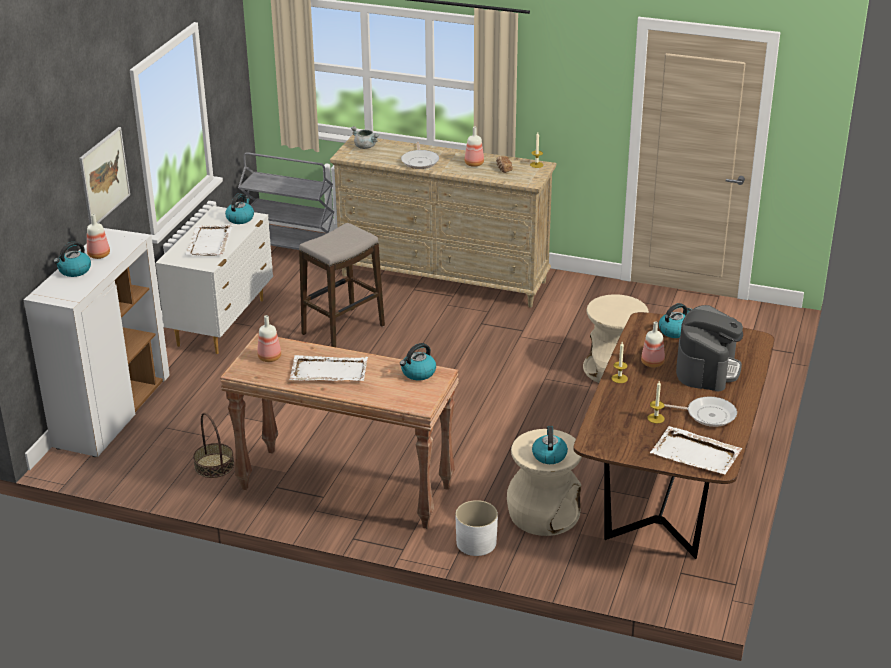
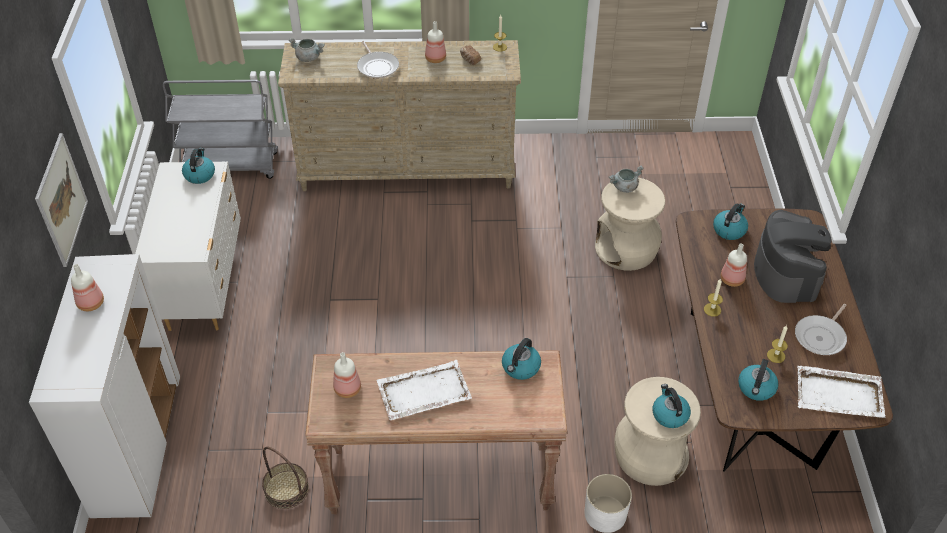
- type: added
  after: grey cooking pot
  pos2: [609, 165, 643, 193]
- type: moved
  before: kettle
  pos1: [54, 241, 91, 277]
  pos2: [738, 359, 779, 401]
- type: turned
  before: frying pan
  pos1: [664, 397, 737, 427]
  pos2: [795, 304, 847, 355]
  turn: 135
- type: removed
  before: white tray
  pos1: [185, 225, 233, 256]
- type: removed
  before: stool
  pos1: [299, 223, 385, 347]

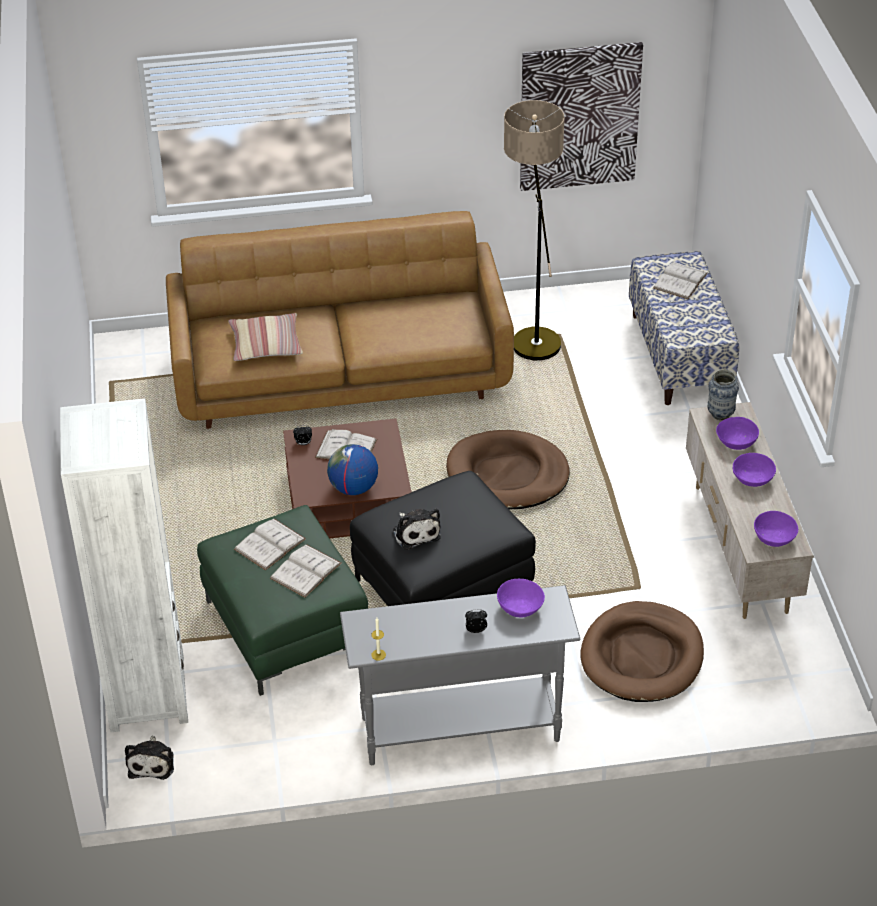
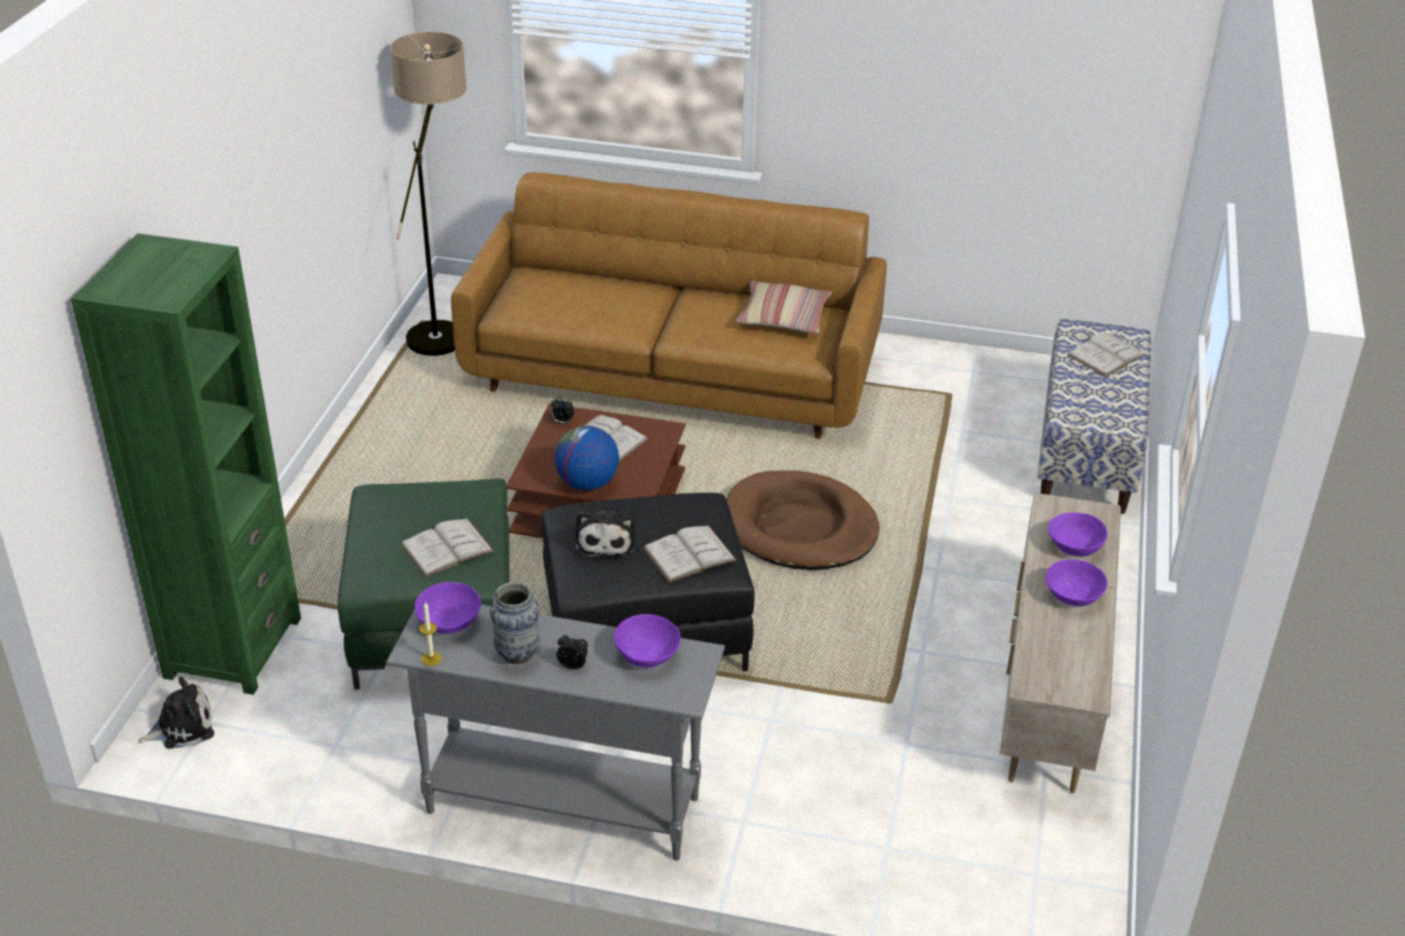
- type: recoloured
  before: white bookcase
  after: green bookcase
  pos1: [60, 398, 188, 732]
  pos2: [71, 233, 301, 695]
- type: turned
  before: plush toy
  pos1: [125, 736, 174, 780]
  pos2: [138, 677, 214, 749]
  turn: -135
- type: moved
  before: floor lamp
  pos1: [504, 100, 565, 360]
  pos2: [390, 32, 467, 356]
- type: moved
  before: purple bowl
  pos1: [754, 511, 798, 547]
  pos2: [415, 582, 481, 634]
- type: moved
  before: vase
  pos1: [707, 369, 739, 420]
  pos2: [490, 582, 539, 664]
- type: moved
  before: white book
  pos1: [234, 519, 306, 570]
  pos2: [643, 526, 737, 583]
- type: moved
  before: pillow
  pos1: [228, 313, 303, 361]
  pos2: [736, 281, 832, 333]
- type: removed
  before: picture
  pos1: [520, 42, 643, 191]
- type: removed
  before: brown dog bed
  pos1: [580, 601, 704, 702]

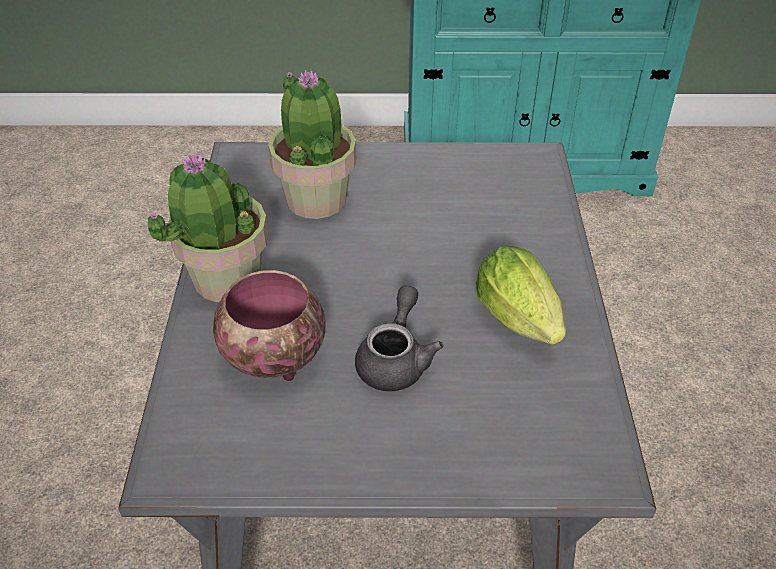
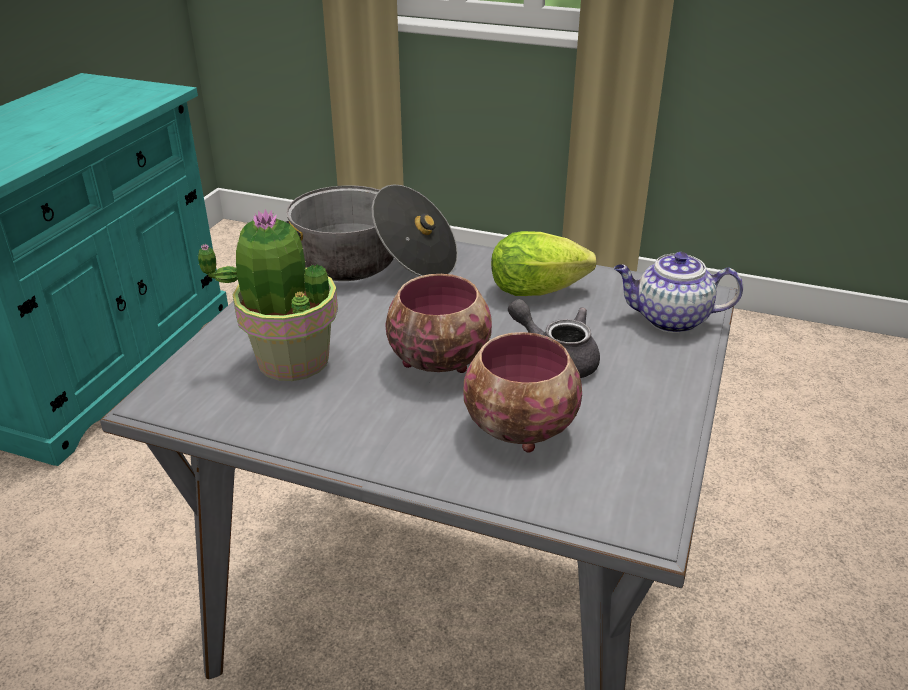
- type: added
  after: cooking pot
  pos2: [285, 184, 458, 281]
- type: added
  after: bowl
  pos2: [385, 274, 492, 373]
- type: added
  after: teapot
  pos2: [614, 252, 743, 333]
- type: removed
  before: potted plant
  pos1: [147, 153, 268, 302]

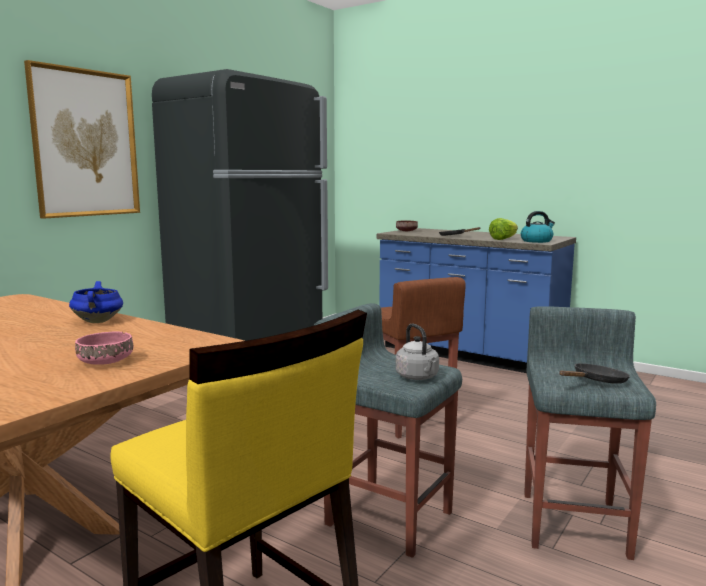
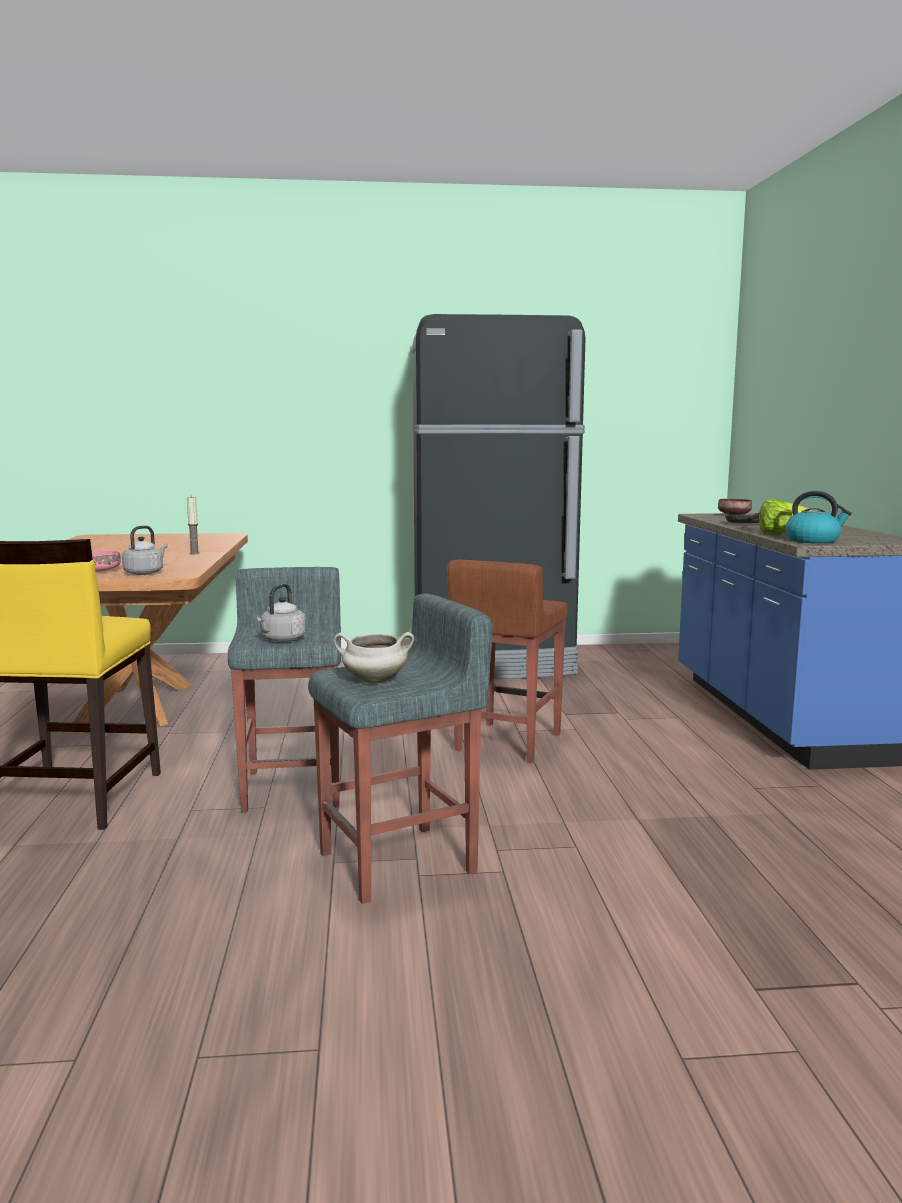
- type: added
  after: grey kettle
  pos2: [122, 526, 168, 575]
- type: replaced
  before: blue cooking pot
  after: candle
  pos1: [69, 281, 123, 323]
  pos2: [187, 495, 200, 554]
- type: replaced
  before: black frying pan
  after: white cooking pot
  pos1: [559, 363, 630, 384]
  pos2: [334, 632, 414, 684]
- type: removed
  before: picture
  pos1: [24, 60, 140, 219]

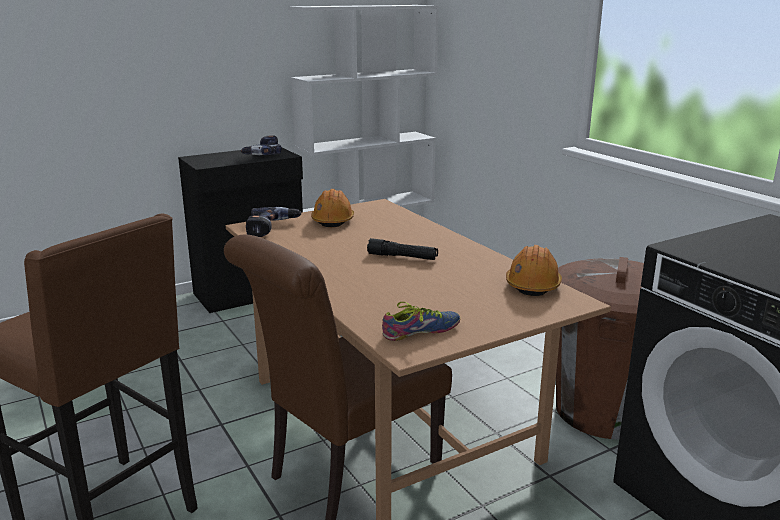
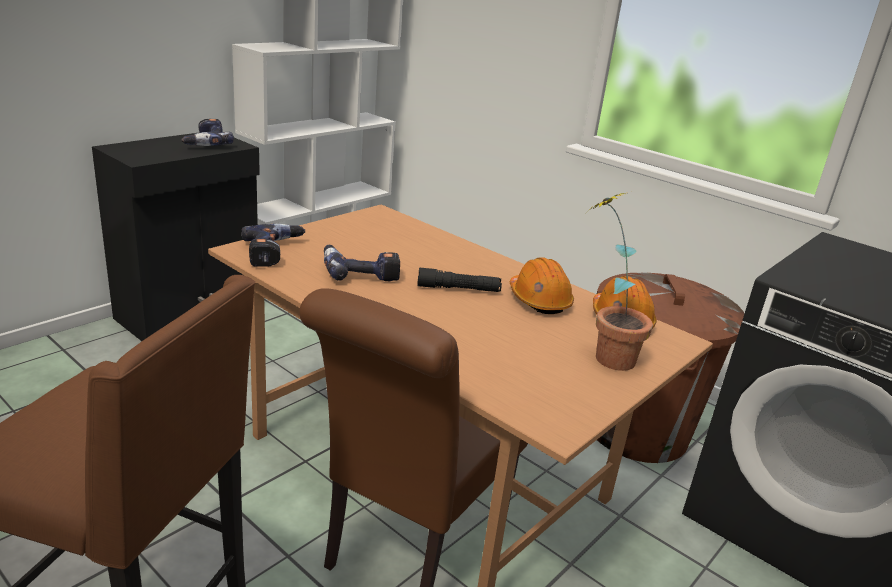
- type: added
  after: power drill
  pos2: [324, 245, 400, 281]
- type: moved
  before: orange hard hat
  pos1: [311, 189, 354, 227]
  pos2: [510, 257, 574, 314]
- type: added
  after: potted plant
  pos2: [588, 193, 653, 371]
- type: removed
  before: shoe
  pos1: [382, 302, 460, 341]

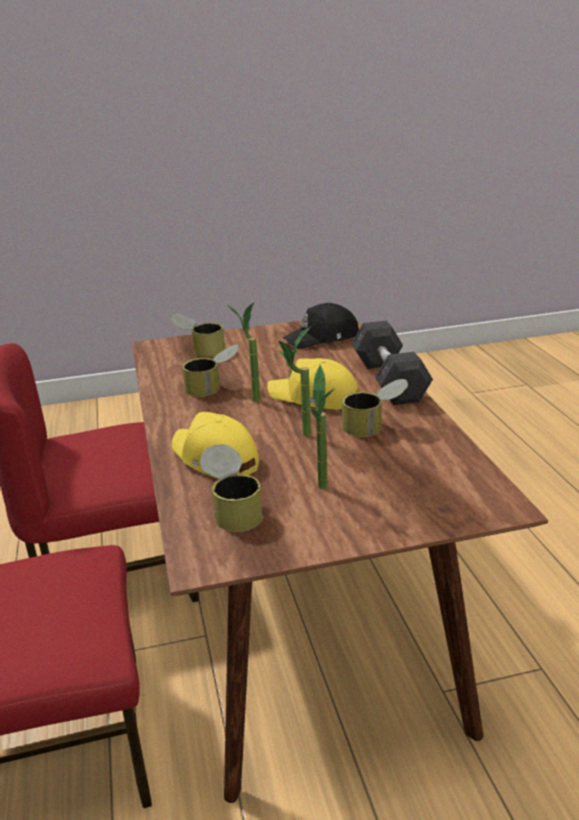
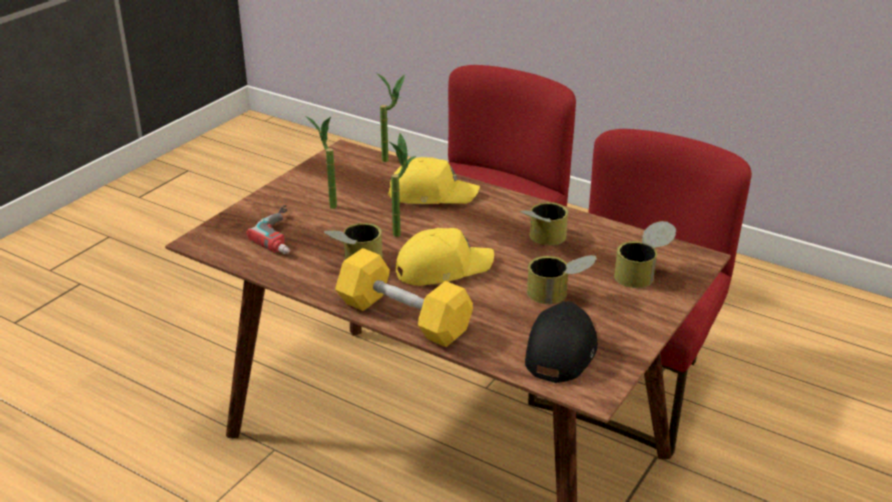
- type: added
  after: power drill
  pos2: [247, 205, 290, 254]
- type: recoloured
  before: grey dumbbell
  after: yellow dumbbell
  pos1: [351, 321, 433, 405]
  pos2: [335, 248, 473, 347]
- type: moved
  before: potted plant
  pos1: [226, 302, 260, 402]
  pos2: [377, 73, 405, 162]
- type: moved
  before: can
  pos1: [200, 444, 263, 532]
  pos2: [527, 255, 597, 304]

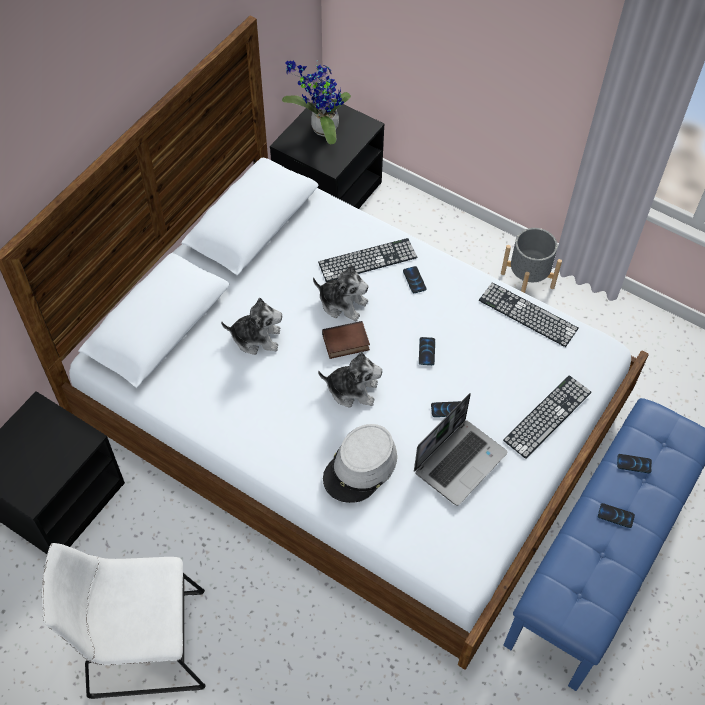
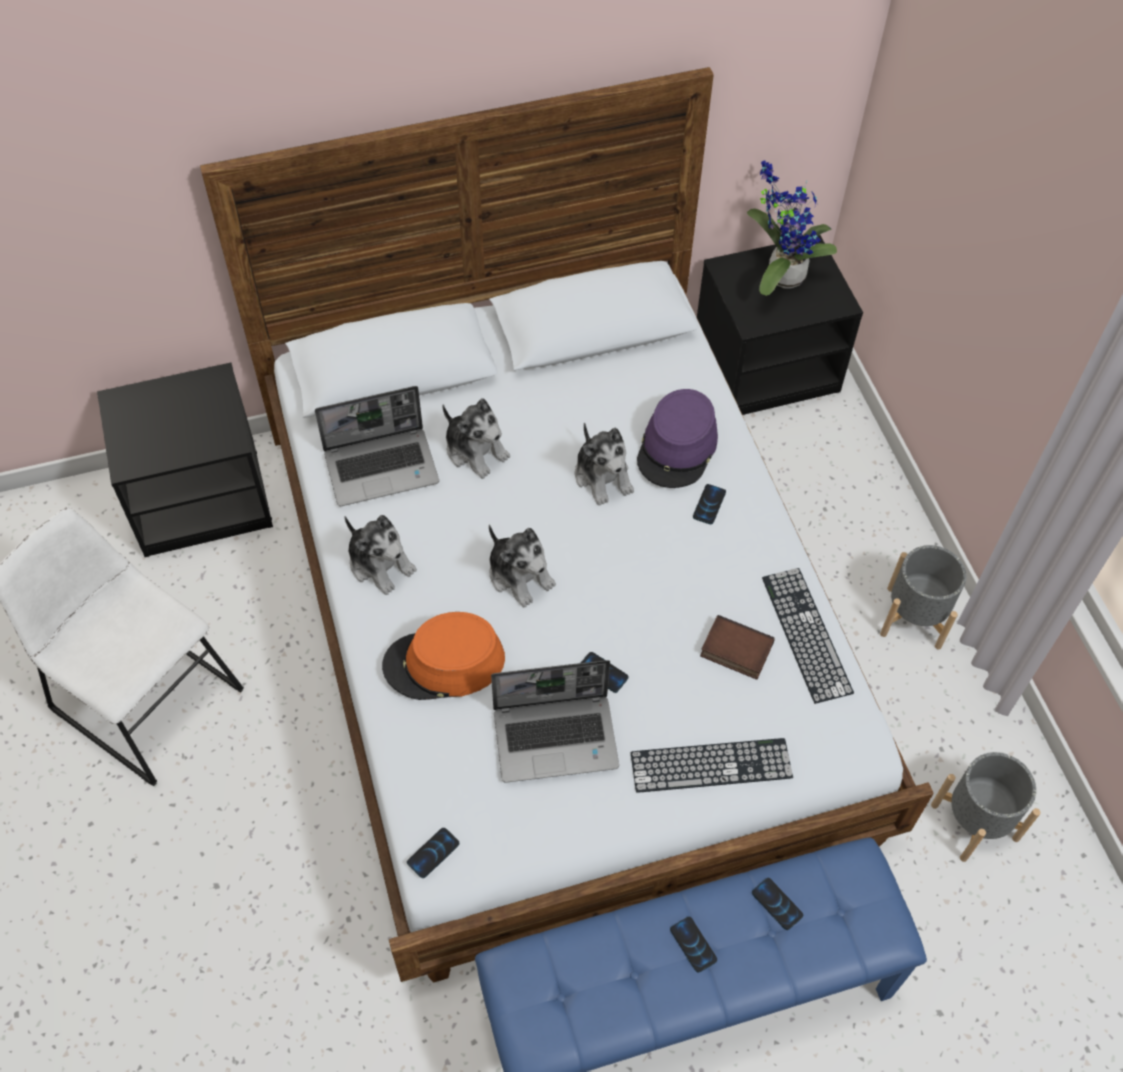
- type: added
  after: laptop
  pos2: [315, 386, 439, 506]
- type: added
  after: plush toy
  pos2: [345, 515, 417, 595]
- type: recoloured
  before: grey hat
  after: orange hat
  pos1: [323, 424, 397, 503]
  pos2: [382, 612, 505, 700]
- type: moved
  before: phone
  pos1: [419, 337, 435, 365]
  pos2: [407, 828, 459, 878]
- type: replaced
  before: keyboard
  after: purple hat
  pos1: [318, 238, 417, 282]
  pos2: [637, 389, 718, 488]
- type: moved
  before: book
  pos1: [322, 321, 370, 359]
  pos2: [700, 615, 775, 680]
- type: added
  after: grey planter
  pos2: [931, 752, 1041, 862]

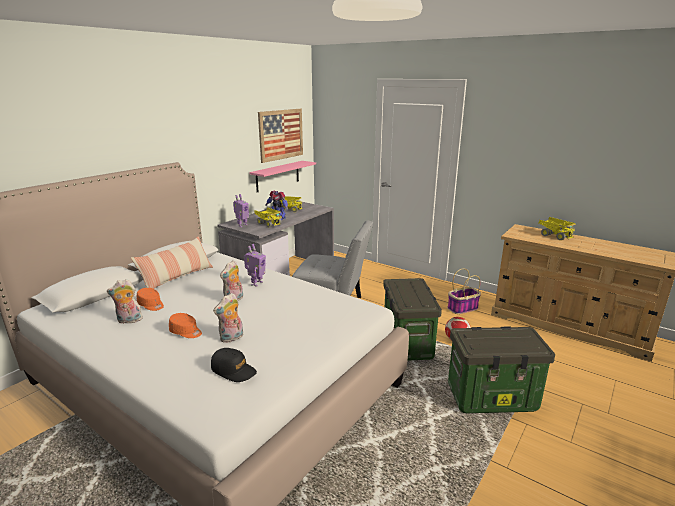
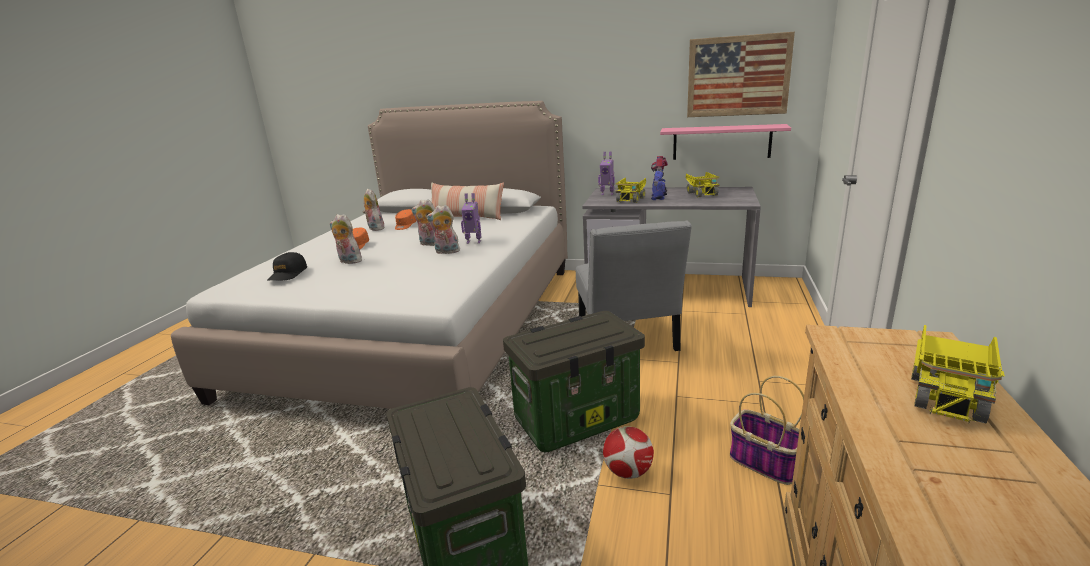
- type: added
  after: plush toy
  pos2: [426, 205, 460, 254]

